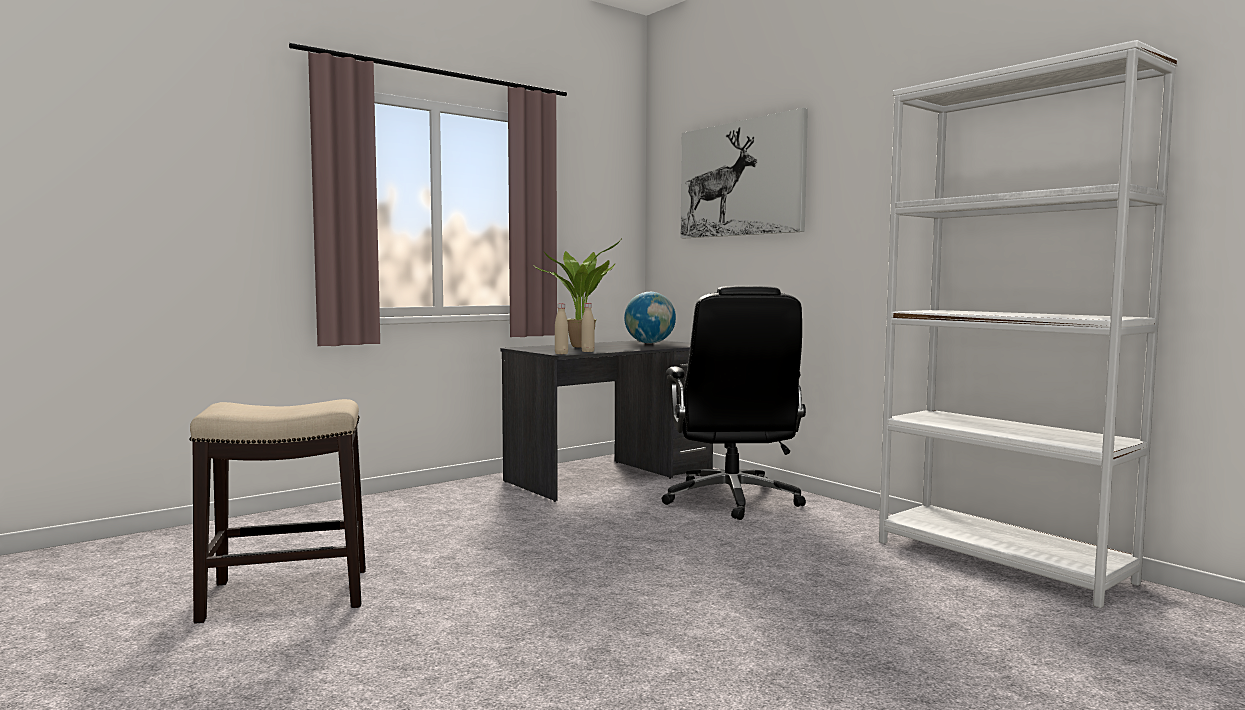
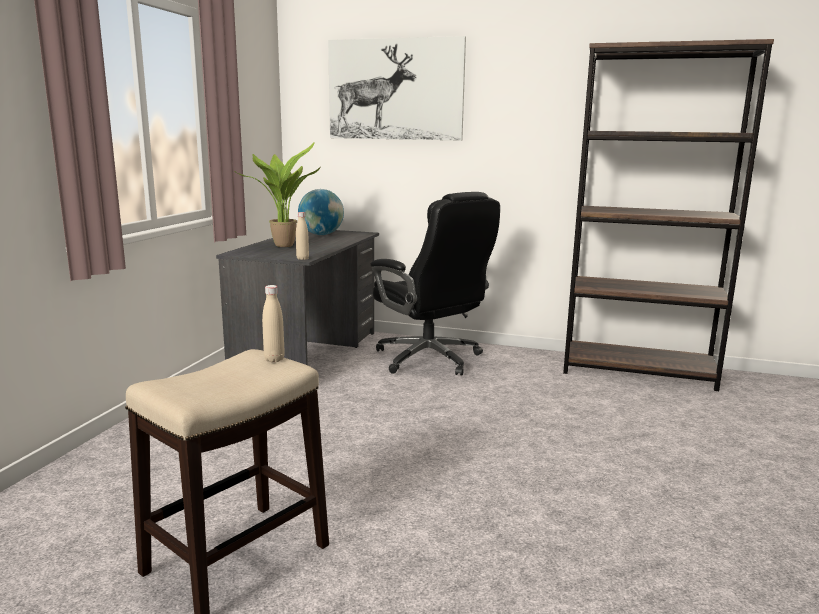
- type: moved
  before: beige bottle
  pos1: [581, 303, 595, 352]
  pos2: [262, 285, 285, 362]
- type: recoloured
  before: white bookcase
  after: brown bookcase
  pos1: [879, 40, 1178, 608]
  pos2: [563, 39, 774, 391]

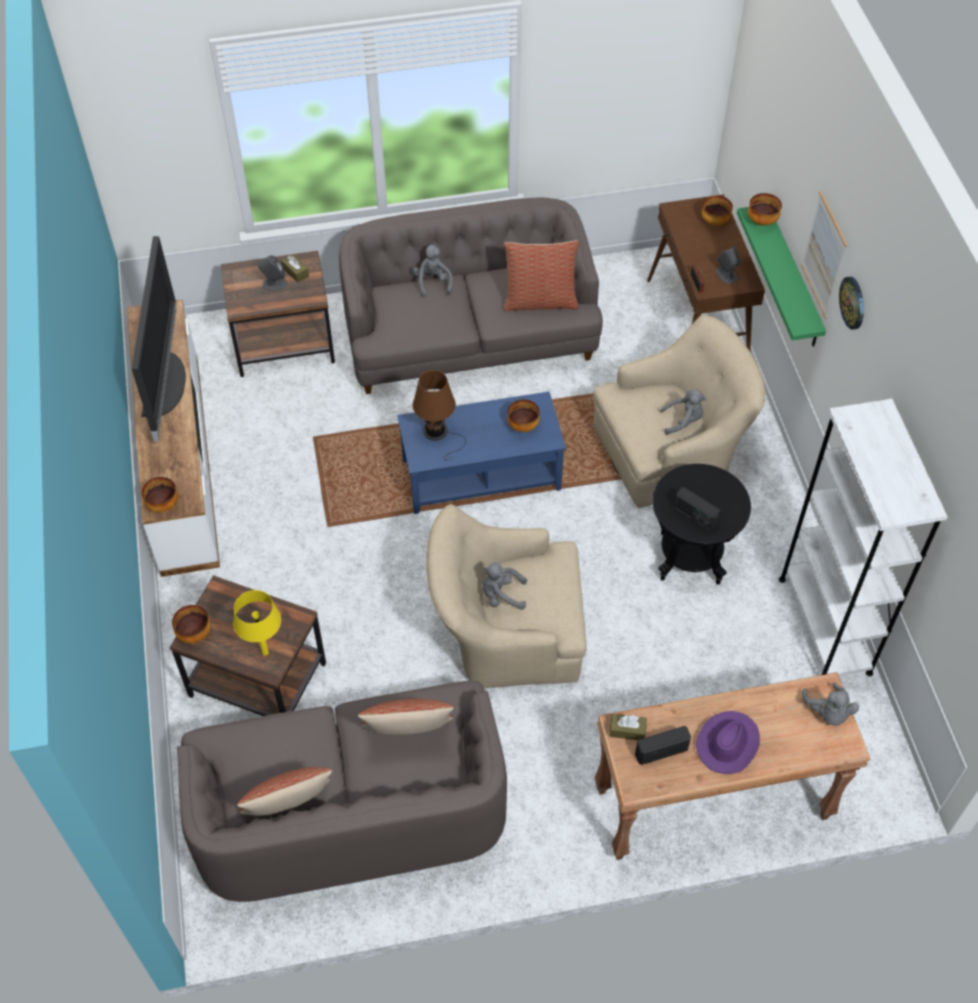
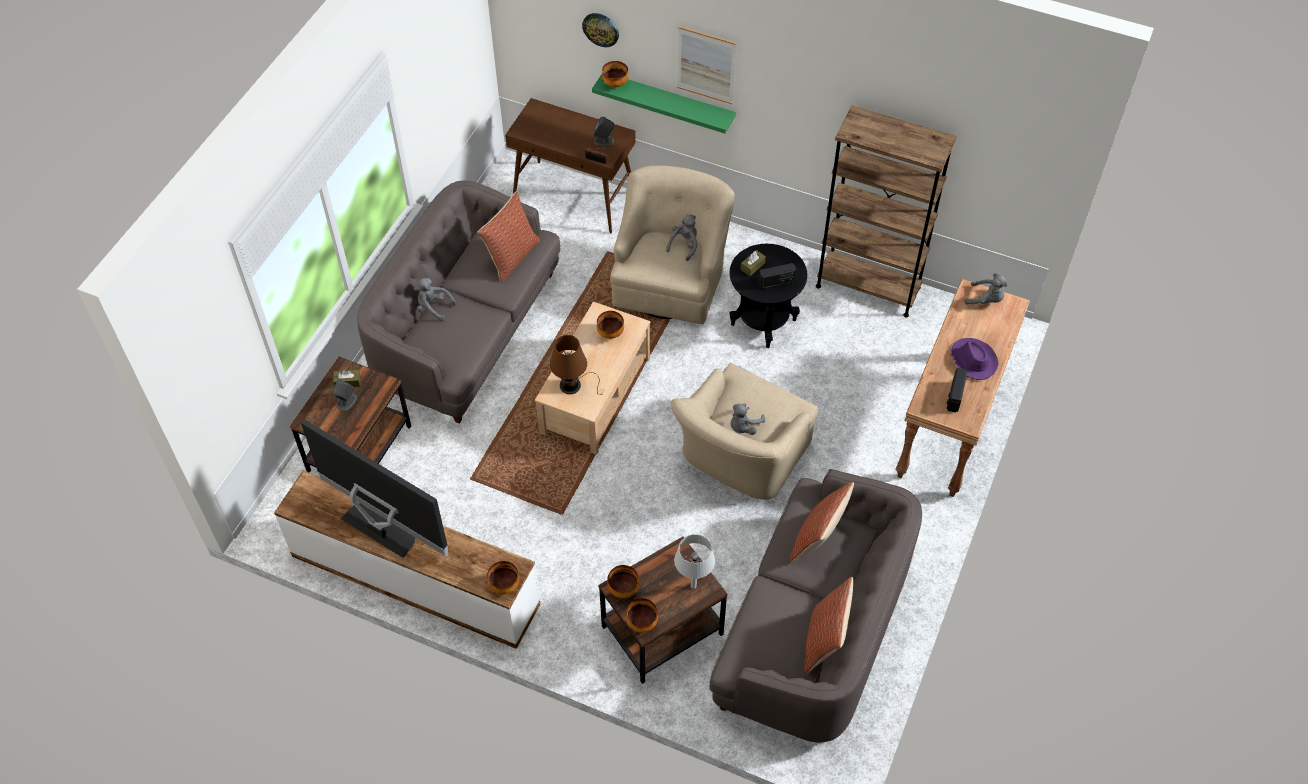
- type: recoloured
  before: blue coffee table
  after: beige coffee table
  pos1: [397, 392, 566, 514]
  pos2: [535, 302, 651, 455]
- type: moved
  before: wall clock
  pos1: [839, 277, 864, 330]
  pos2: [582, 13, 619, 47]
- type: moved
  before: bowl
  pos1: [702, 196, 733, 226]
  pos2: [607, 565, 639, 598]
- type: recoloured
  before: yellow table lamp
  after: grey table lamp
  pos1: [233, 590, 281, 656]
  pos2: [674, 534, 715, 589]
- type: moved
  before: brown tissue box
  pos1: [610, 714, 647, 740]
  pos2: [740, 250, 766, 276]
- type: recoloured
  before: white bookcase
  after: brown bookcase
  pos1: [779, 398, 948, 676]
  pos2: [816, 105, 957, 317]

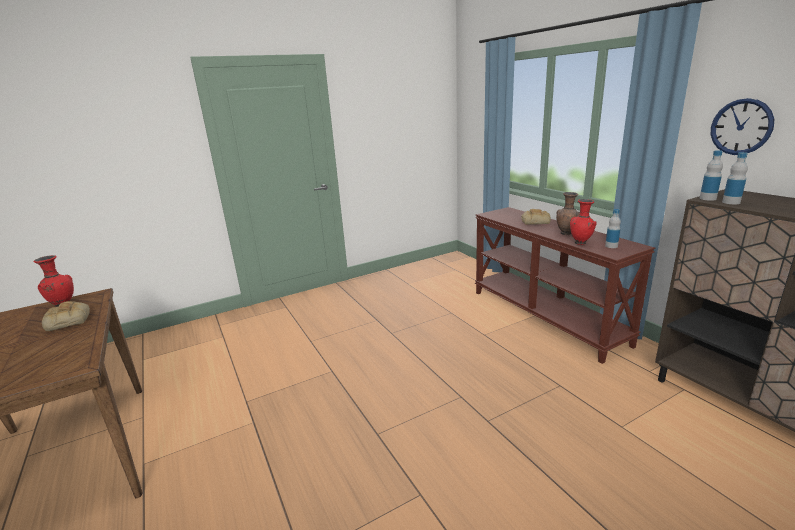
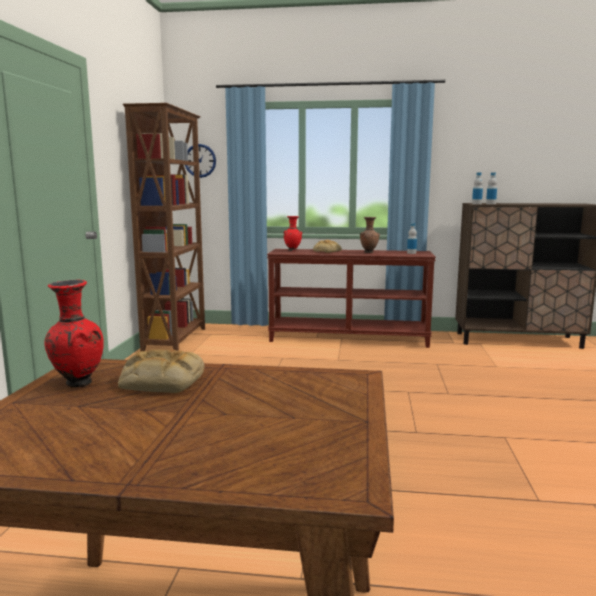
- type: added
  after: brown bookcase
  pos2: [123, 103, 205, 352]
- type: moved
  before: wall clock
  pos1: [711, 98, 774, 155]
  pos2: [185, 144, 216, 178]
- type: moved
  before: red vase
  pos1: [570, 199, 597, 245]
  pos2: [284, 216, 302, 251]

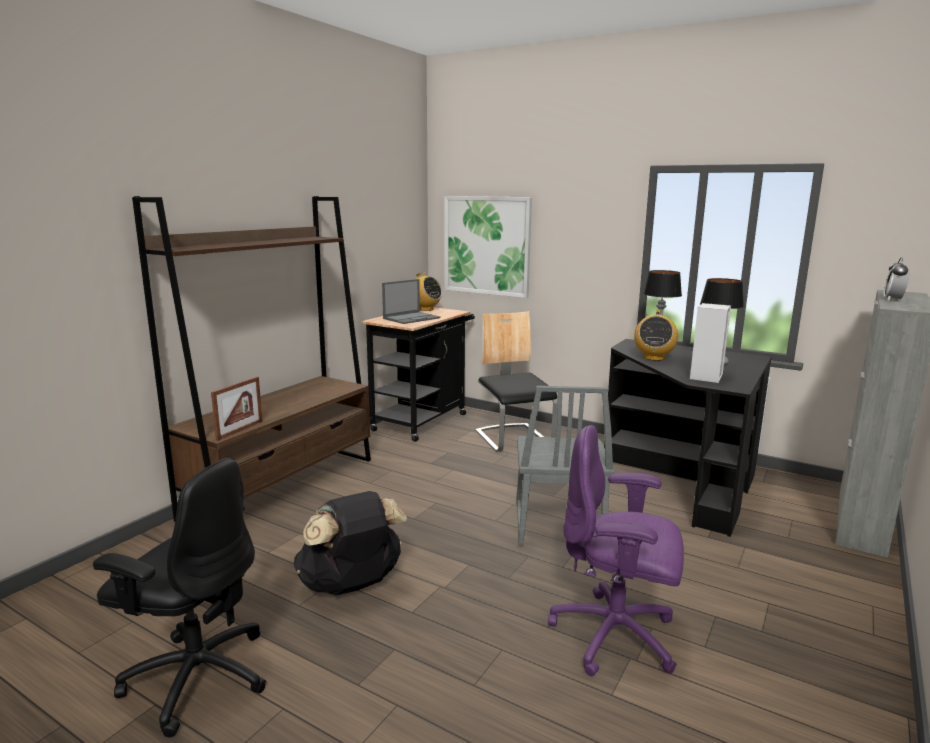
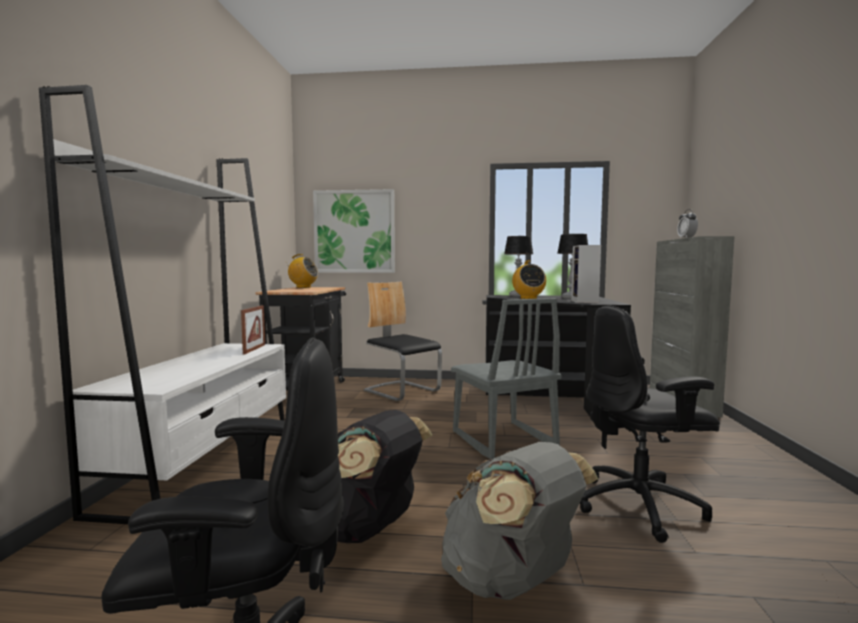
- type: recoloured
  before: brown bookcase
  after: white bookcase
  pos1: [132, 196, 371, 522]
  pos2: [39, 85, 286, 524]
- type: moved
  before: picture frame
  pos1: [211, 377, 262, 441]
  pos2: [241, 305, 265, 354]
- type: added
  after: grey backpack
  pos2: [441, 442, 598, 600]
- type: recoloured
  before: purple office chair
  after: black office chair
  pos1: [548, 425, 684, 676]
  pos2: [580, 306, 720, 543]
- type: removed
  before: laptop
  pos1: [382, 279, 440, 324]

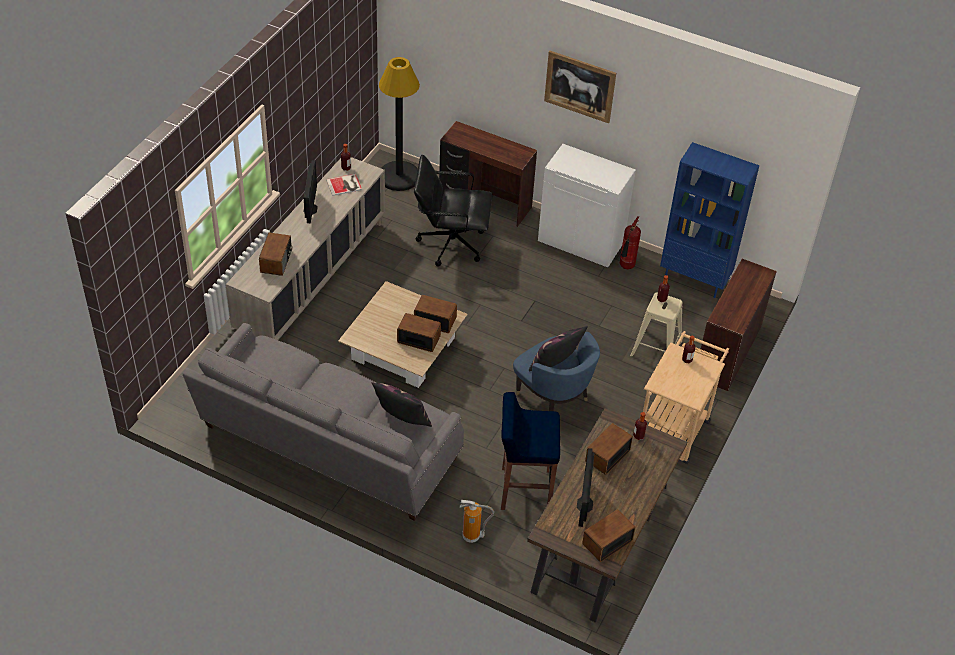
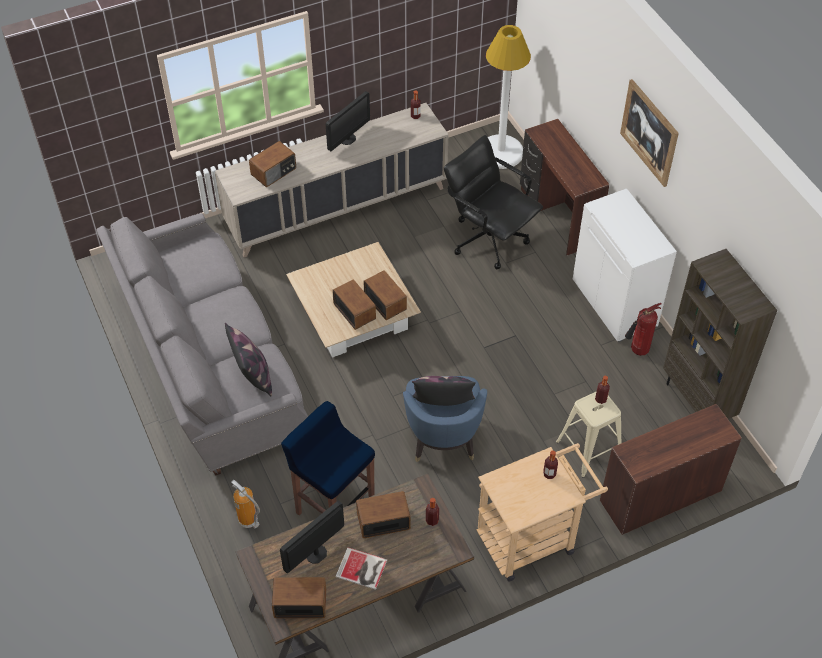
- type: moved
  before: book
  pos1: [326, 174, 362, 196]
  pos2: [335, 547, 387, 590]
- type: recoloured
  before: black floor lamp
  after: white floor lamp
  pos1: [379, 57, 420, 191]
  pos2: [486, 25, 531, 169]
- type: recoloured
  before: blue bookcase
  after: brown bookcase
  pos1: [660, 142, 760, 298]
  pos2: [663, 249, 777, 420]

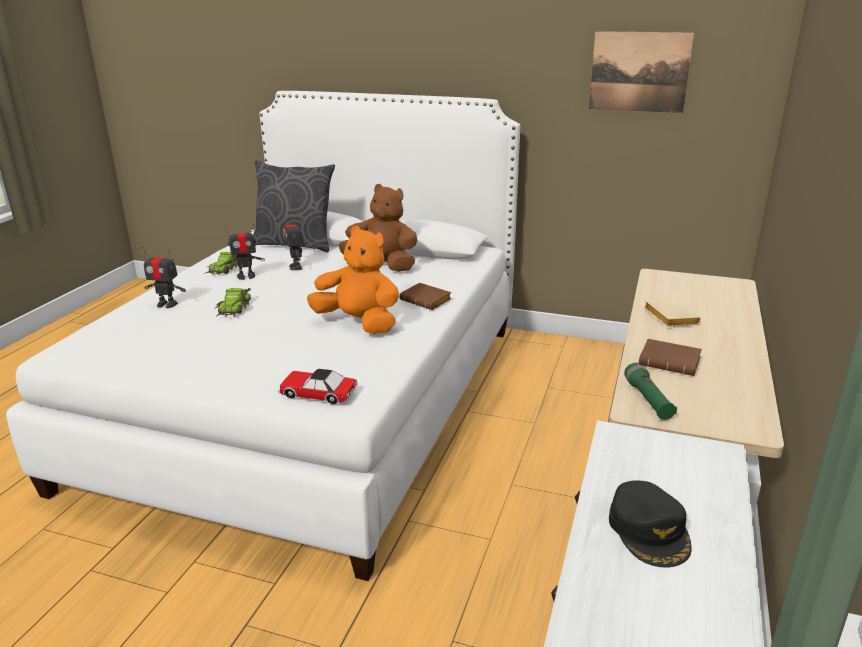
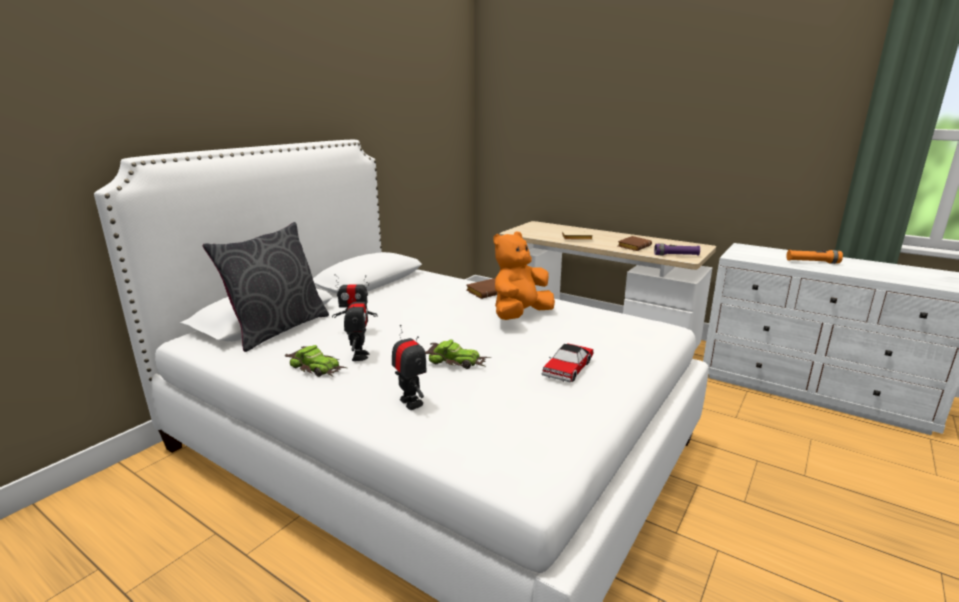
- type: turned
  before: toy robot
  pos1: [142, 247, 186, 308]
  pos2: [392, 325, 427, 410]
  turn: -60
- type: moved
  before: toy car
  pos1: [278, 369, 358, 404]
  pos2: [542, 343, 593, 382]
- type: recoloured
  before: green flashlight
  after: purple flashlight
  pos1: [624, 363, 677, 420]
  pos2: [654, 243, 700, 256]
- type: replaced
  before: black cap
  after: orange flashlight
  pos1: [609, 480, 691, 567]
  pos2: [786, 250, 843, 264]
- type: removed
  before: brown plush toy
  pos1: [338, 184, 417, 272]
- type: removed
  before: picture
  pos1: [589, 31, 694, 113]

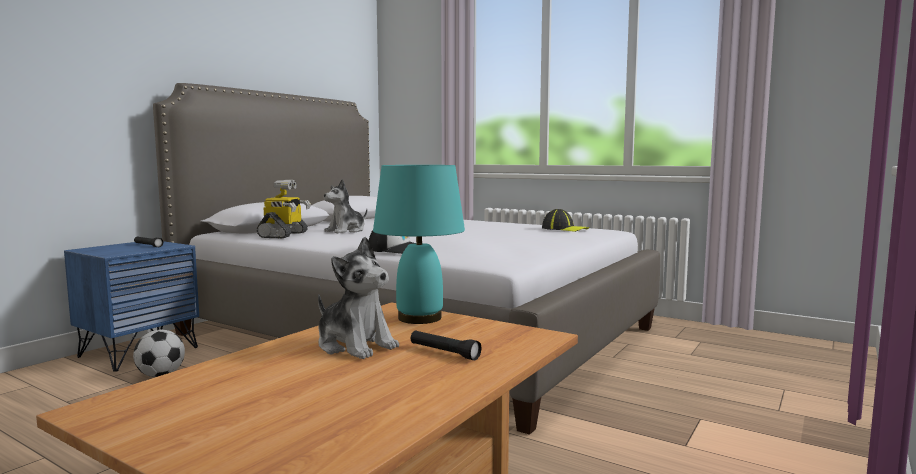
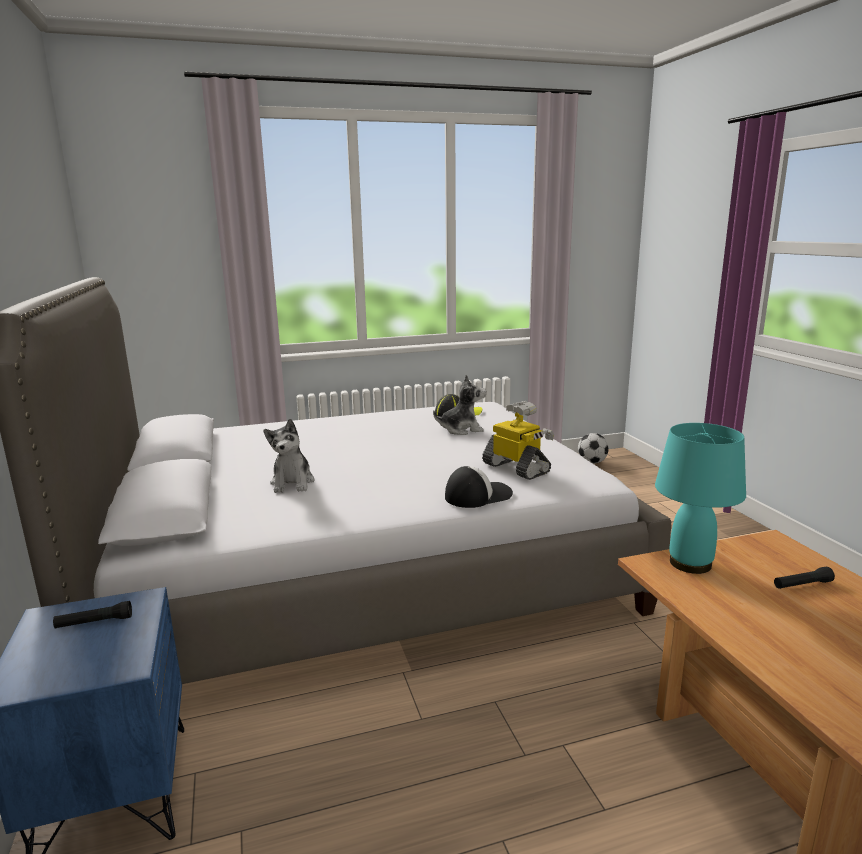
- type: moved
  before: plush toy
  pos1: [318, 237, 399, 359]
  pos2: [433, 375, 486, 435]
- type: moved
  before: toy robot
  pos1: [257, 180, 311, 238]
  pos2: [482, 401, 554, 480]
- type: moved
  before: football
  pos1: [133, 330, 185, 377]
  pos2: [578, 433, 609, 464]

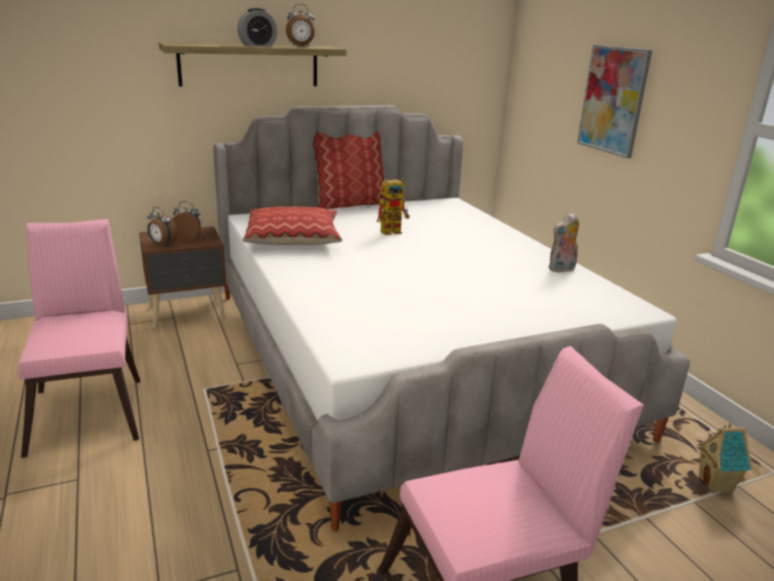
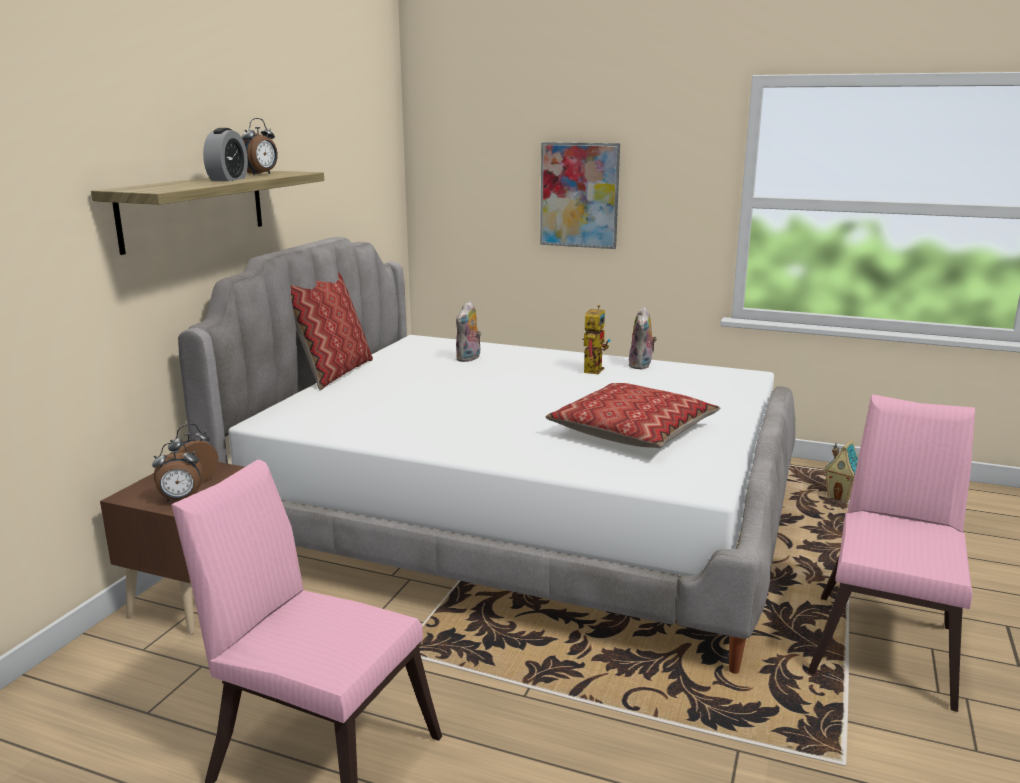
- type: added
  after: plush toy
  pos2: [456, 301, 481, 362]
- type: moved
  before: pillow
  pos1: [243, 207, 343, 245]
  pos2: [546, 383, 720, 448]
- type: moved
  before: toy robot
  pos1: [377, 178, 410, 235]
  pos2: [582, 305, 611, 374]

